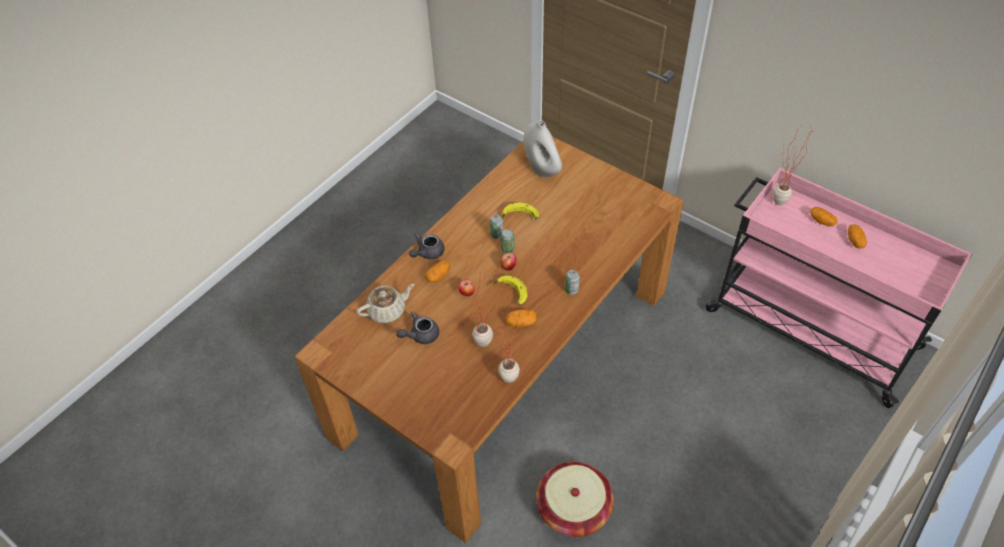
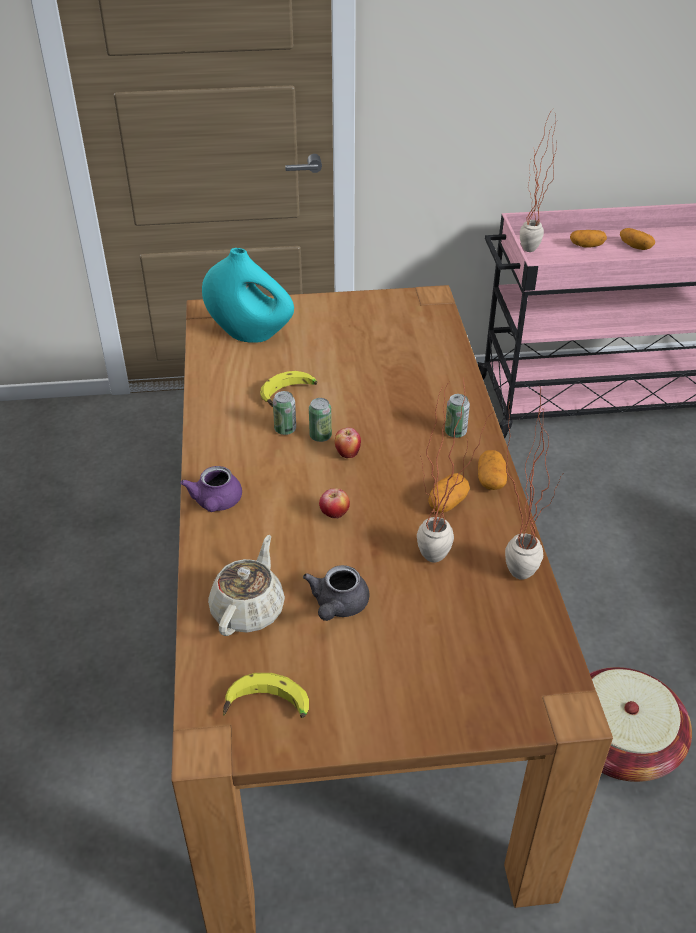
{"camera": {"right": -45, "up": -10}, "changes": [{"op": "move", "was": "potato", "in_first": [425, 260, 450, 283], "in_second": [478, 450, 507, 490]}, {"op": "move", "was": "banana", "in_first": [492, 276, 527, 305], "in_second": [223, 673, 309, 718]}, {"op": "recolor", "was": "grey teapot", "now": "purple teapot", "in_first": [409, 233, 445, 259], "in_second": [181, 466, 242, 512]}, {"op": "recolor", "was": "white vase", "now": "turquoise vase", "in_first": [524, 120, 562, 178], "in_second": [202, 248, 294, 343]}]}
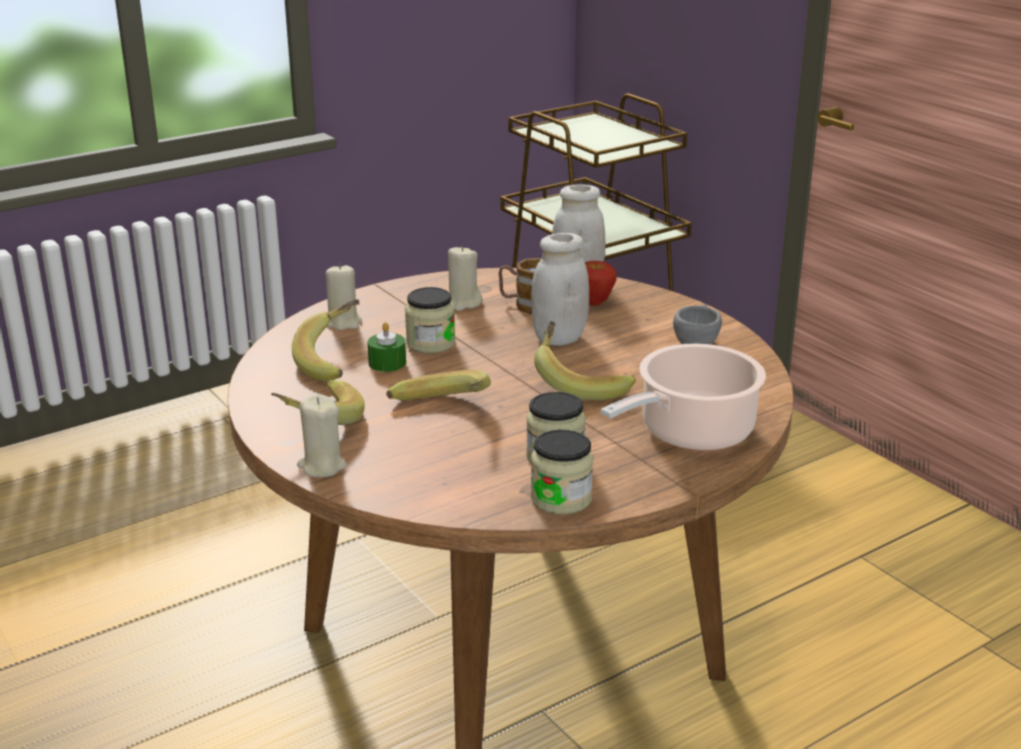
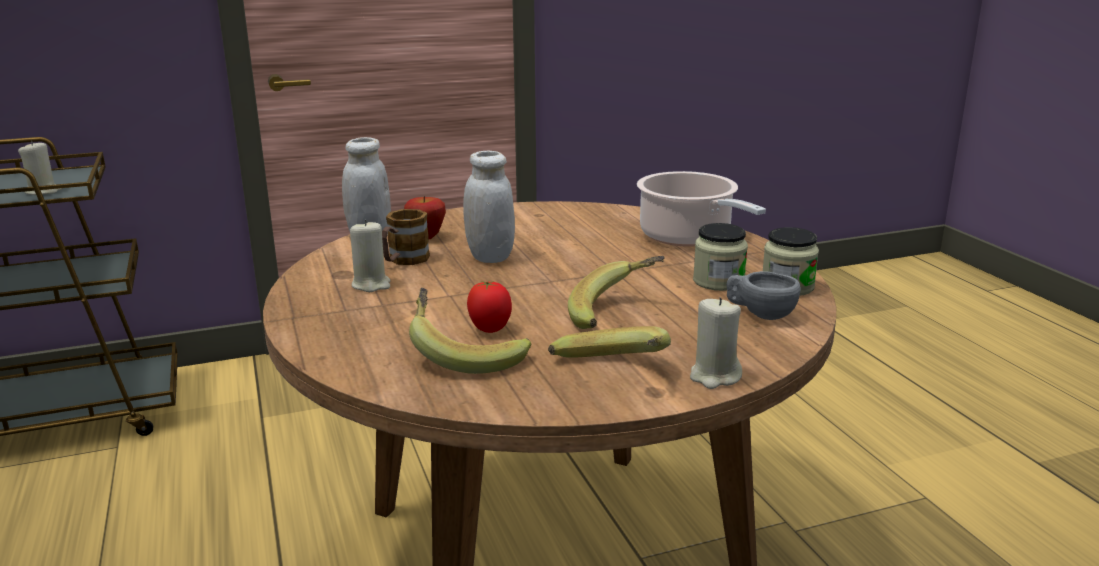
{"camera": {"right": -75, "up": -5}, "changes": [{"op": "delete", "was": "jar", "in_first": [405, 287, 455, 354]}, {"op": "delete", "was": "banana", "in_first": [534, 321, 636, 400]}, {"op": "move", "was": "beige candle", "in_first": [326, 264, 362, 330], "in_second": [18, 141, 62, 195]}, {"op": "move", "was": "grey cup", "in_first": [673, 304, 722, 344], "in_second": [727, 271, 801, 320]}, {"op": "replace", "was": "green candle", "now": "tomato", "in_first": [367, 322, 406, 372], "in_second": [467, 281, 512, 333]}]}
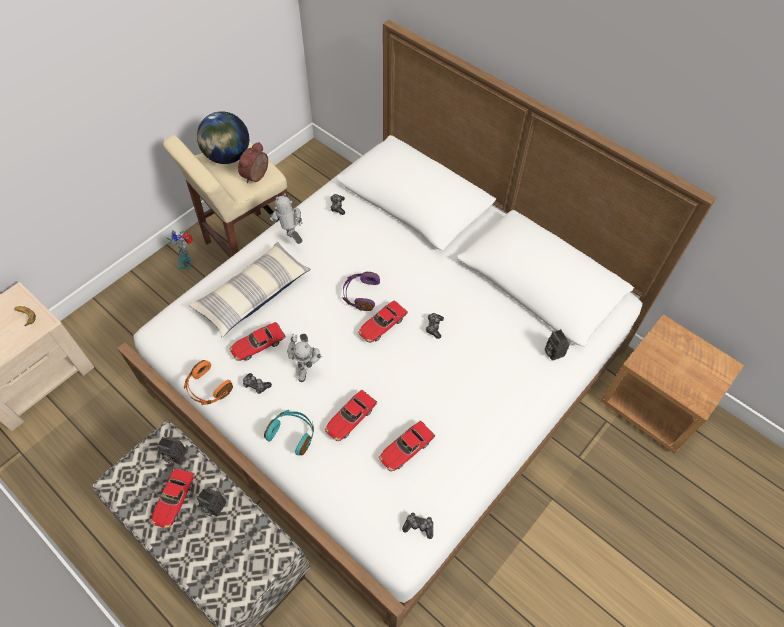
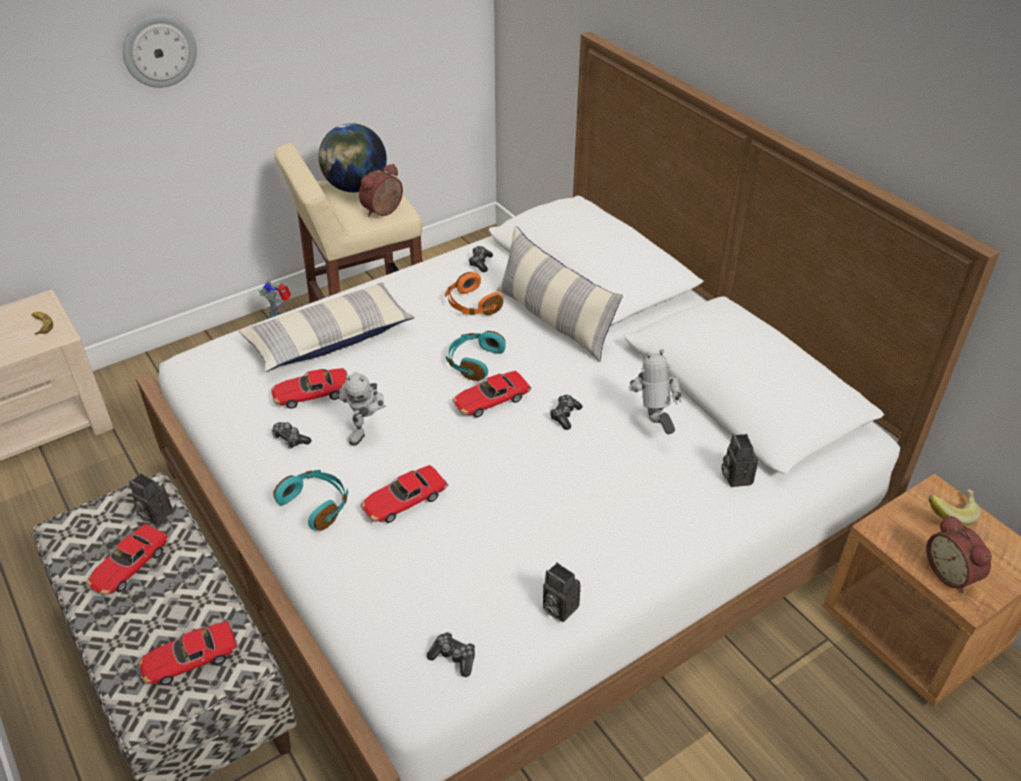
{"camera": {"right": 15, "up": -15}, "changes": [{"op": "insert", "now": "wall clock", "in_second": [123, 14, 197, 88]}, {"op": "insert", "now": "pillow", "in_second": [497, 226, 623, 362]}, {"op": "insert", "now": "alarm clock", "in_second": [926, 515, 992, 593]}, {"op": "insert", "now": "banana", "in_second": [929, 490, 981, 526]}, {"op": "move", "was": "orange headphones", "in_first": [184, 360, 233, 405], "in_second": [445, 272, 503, 315]}, {"op": "move", "was": "photo camera", "in_first": [196, 488, 226, 516], "in_second": [543, 563, 581, 622]}, {"op": "move", "was": "toy robot", "in_first": [270, 193, 302, 244], "in_second": [628, 349, 682, 434]}, {"op": "move", "was": "toy car", "in_first": [379, 421, 435, 472], "in_second": [139, 621, 239, 685]}, {"op": "recolor", "was": "purple headphones", "now": "turquoise headphones", "in_first": [343, 272, 380, 311], "in_second": [446, 331, 506, 381]}]}
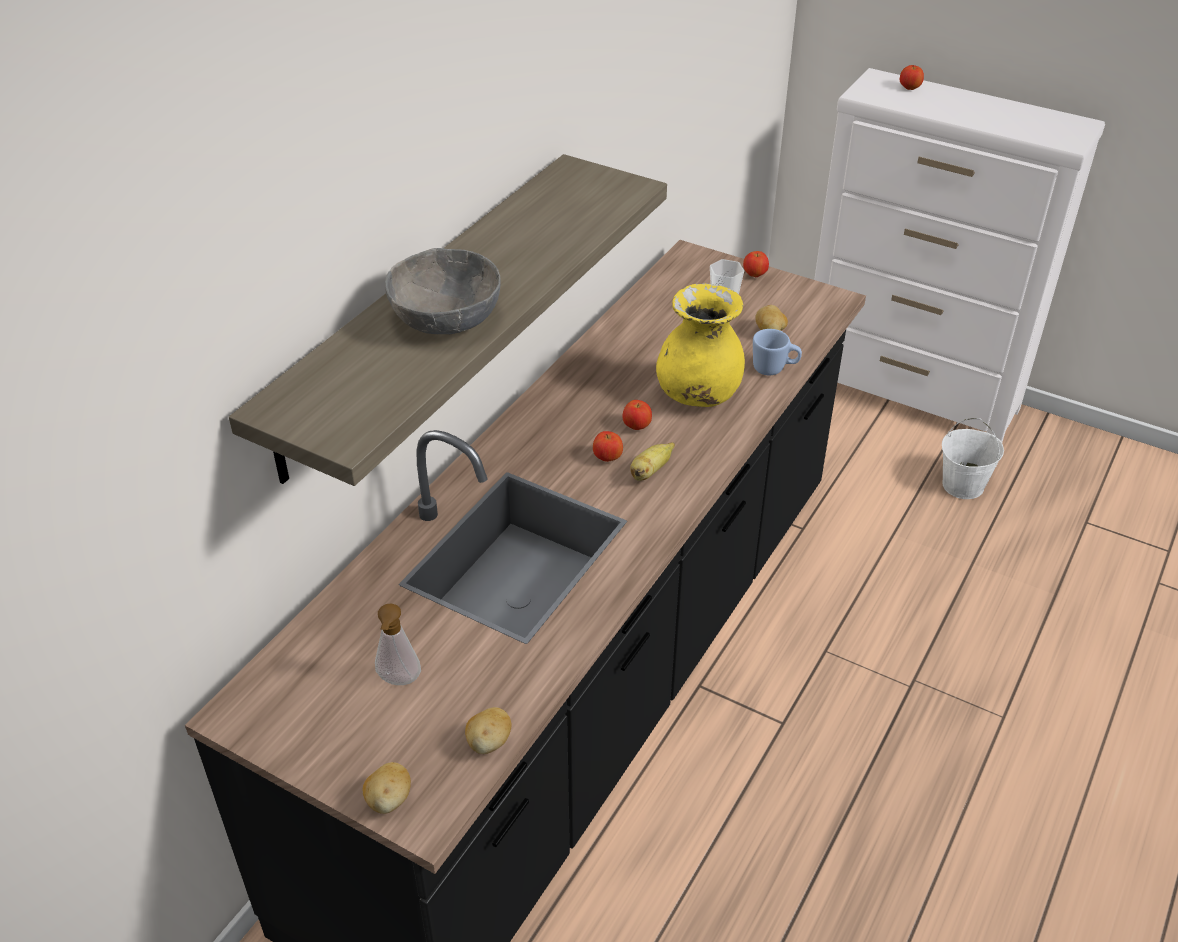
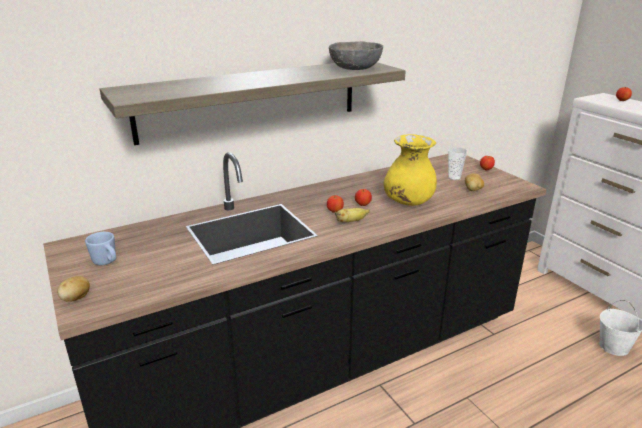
{"camera": {"right": 30, "up": -15}, "changes": [{"op": "delete", "was": "soap dispenser", "in_first": [375, 603, 421, 685]}, {"op": "delete", "was": "potato", "in_first": [465, 707, 512, 754]}, {"op": "move", "was": "grey bowl", "in_first": [385, 248, 501, 334], "in_second": [329, 41, 383, 70]}, {"op": "move", "was": "blue mug", "in_first": [753, 329, 802, 375], "in_second": [85, 232, 116, 265]}]}
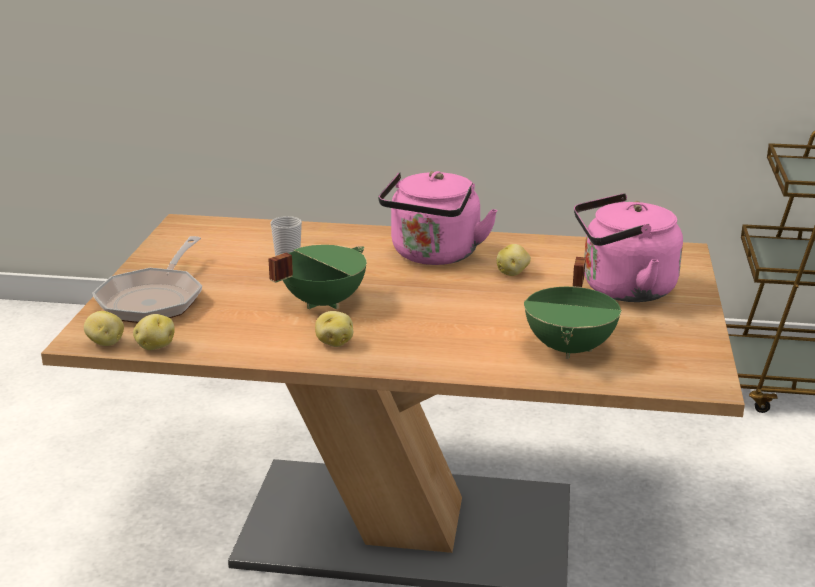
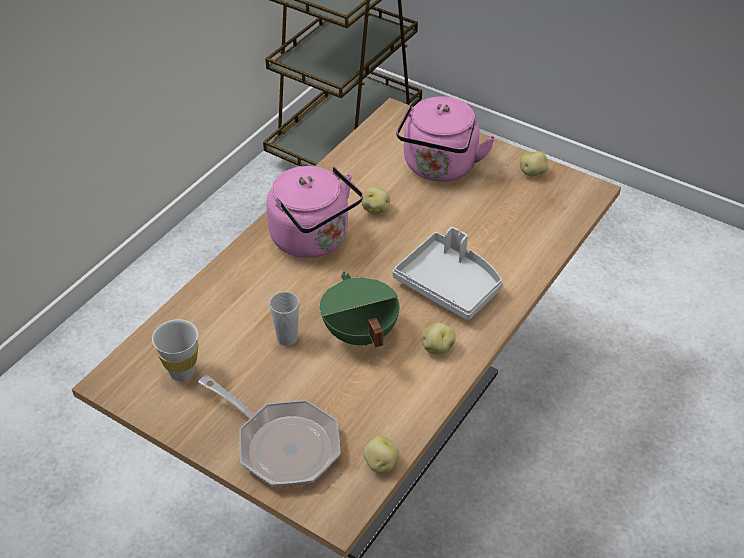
{"camera": {"right": -65, "up": 20}, "changes": [{"op": "delete", "was": "green cooking pot", "in_first": [524, 257, 622, 359]}, {"op": "insert", "now": "white cup", "in_second": [152, 319, 198, 381]}, {"op": "insert", "now": "grey tray", "in_second": [392, 227, 503, 320]}, {"op": "move", "was": "potato", "in_first": [84, 311, 124, 346], "in_second": [520, 151, 549, 176]}]}
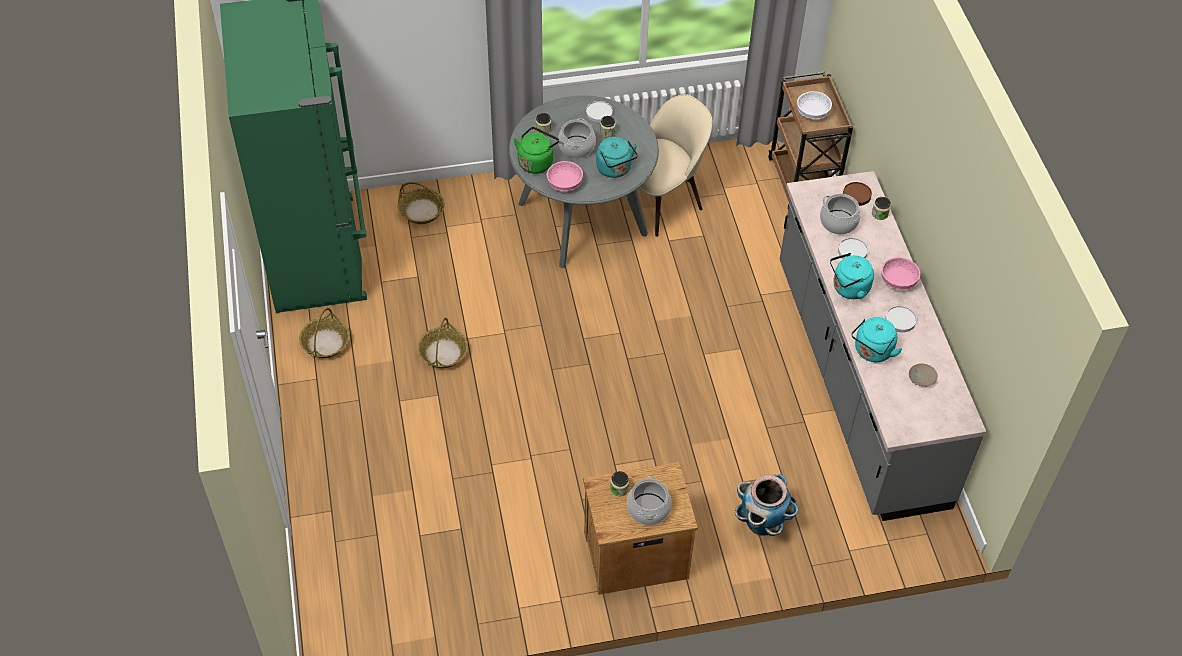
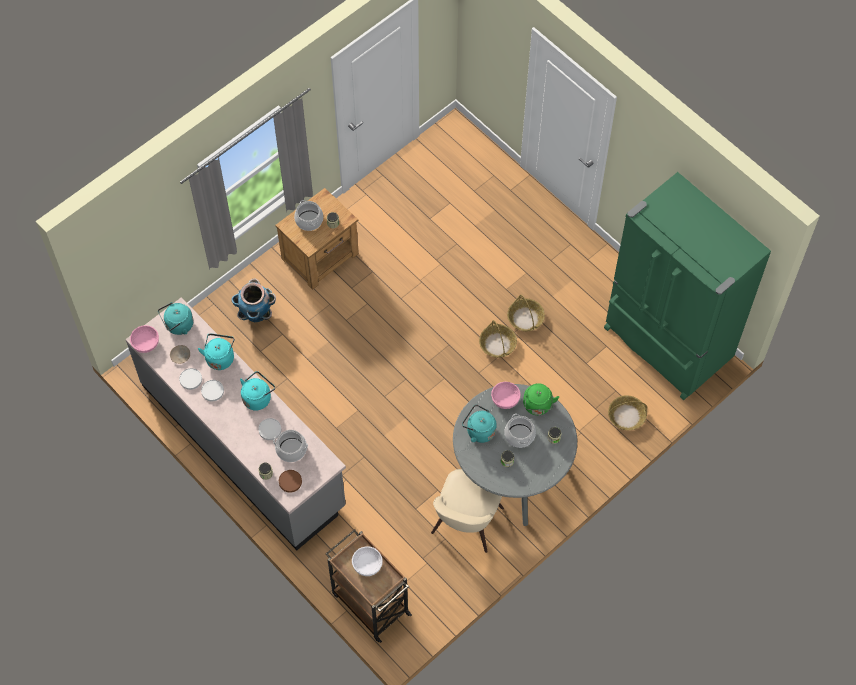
{"camera": {"right": 150, "up": 10}, "changes": [{"op": "insert", "now": "turquoise kettle", "in_second": [158, 302, 193, 335]}, {"op": "move", "was": "basket", "in_first": [299, 308, 350, 358], "in_second": [479, 320, 517, 358]}, {"op": "move", "was": "white plate", "in_first": [586, 101, 613, 123], "in_second": [179, 368, 202, 390]}, {"op": "move", "was": "pink bowl", "in_first": [881, 257, 921, 290], "in_second": [130, 325, 159, 353]}]}
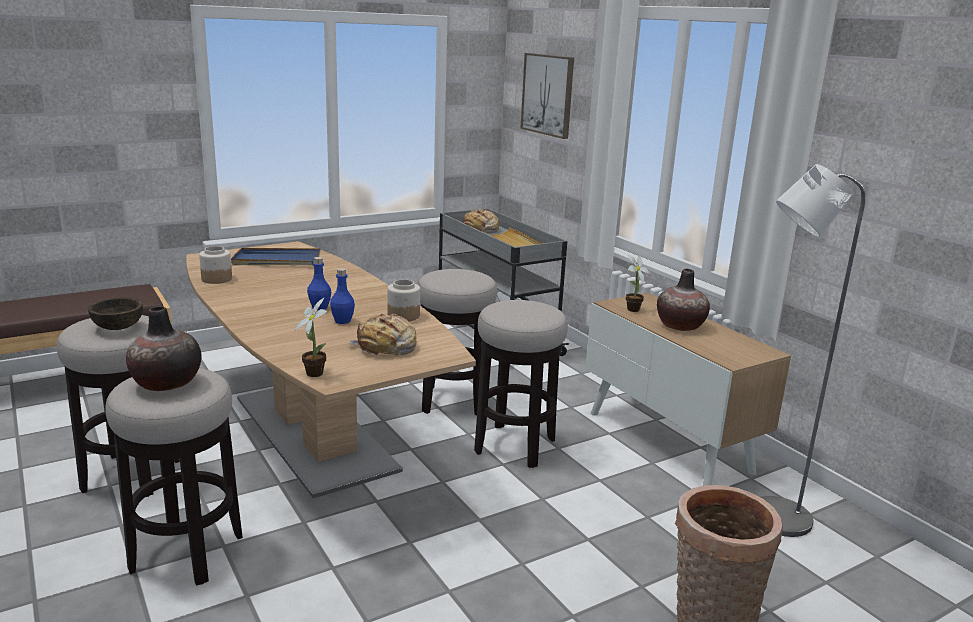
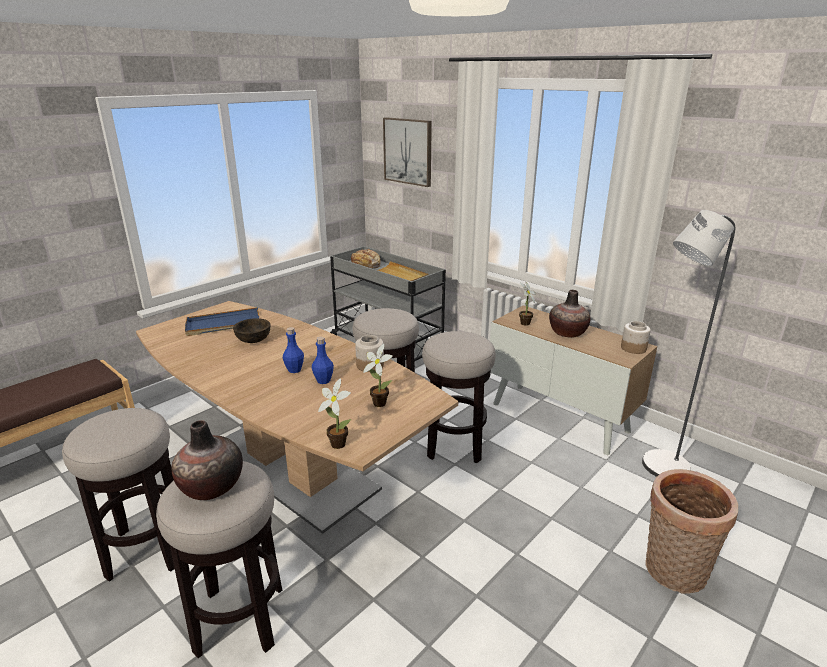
{"camera": {"right": -15, "up": 5}, "changes": [{"op": "move", "was": "brown bowl", "in_first": [88, 298, 143, 330], "in_second": [233, 318, 270, 343]}, {"op": "move", "was": "jar", "in_first": [199, 246, 232, 284], "in_second": [621, 321, 651, 354]}, {"op": "replace", "was": "bread", "now": "potted plant", "in_first": [348, 313, 416, 356], "in_second": [363, 344, 393, 407]}]}
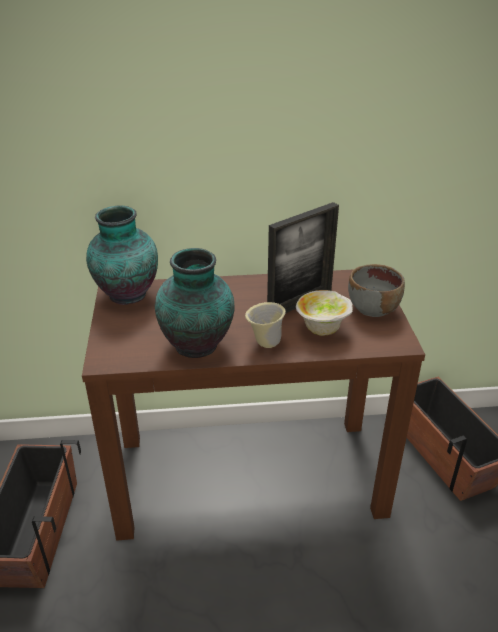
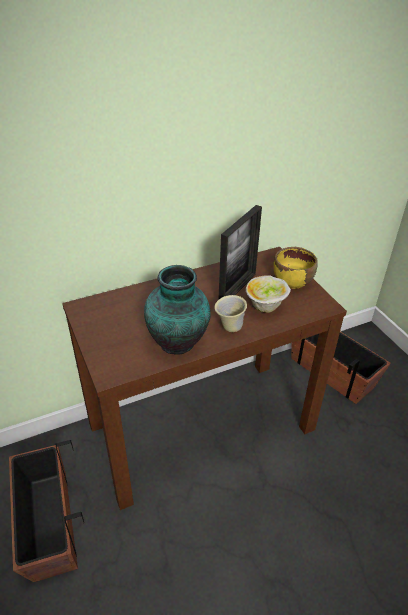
{"camera": {"right": -20, "up": 5}, "changes": [{"op": "delete", "was": "vase", "in_first": [86, 205, 158, 305]}, {"op": "recolor", "was": "grey bowl", "now": "yellow bowl", "in_first": [348, 264, 405, 317], "in_second": [274, 247, 318, 289]}]}
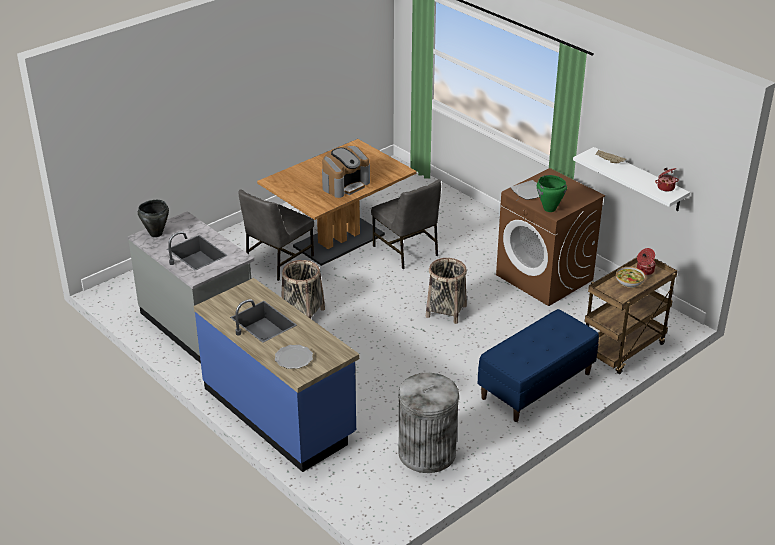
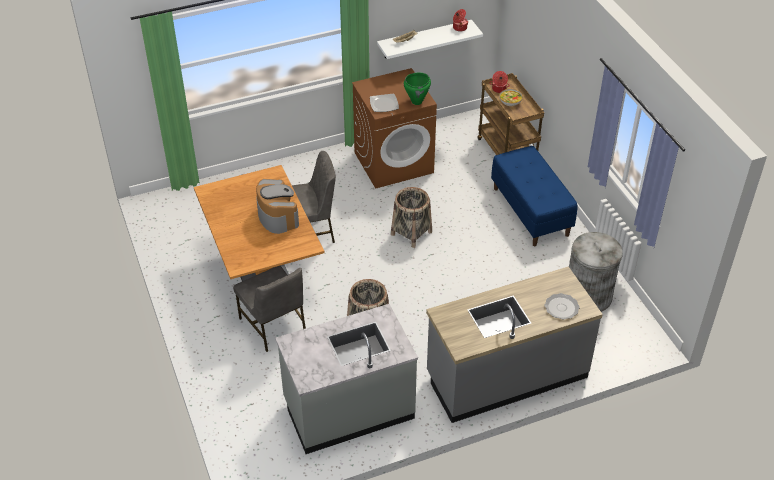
{"camera": {"right": -70, "up": 10}, "changes": [{"op": "delete", "was": "black cooking pot", "in_first": [138, 200, 169, 237]}, {"op": "recolor", "was": "blue counter", "now": "grey counter", "in_first": [194, 278, 360, 472], "in_second": [426, 266, 603, 423]}]}
